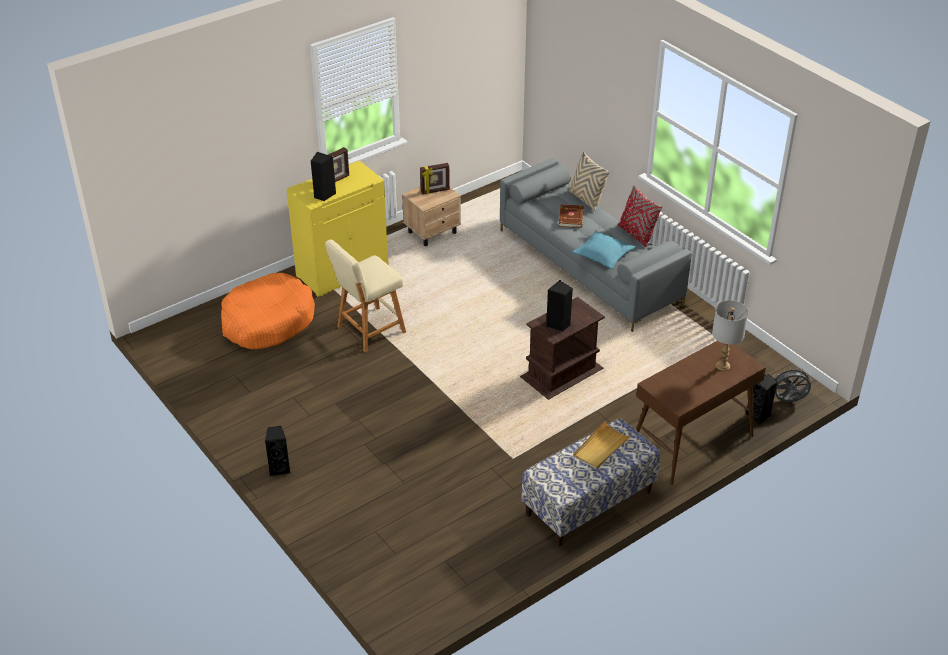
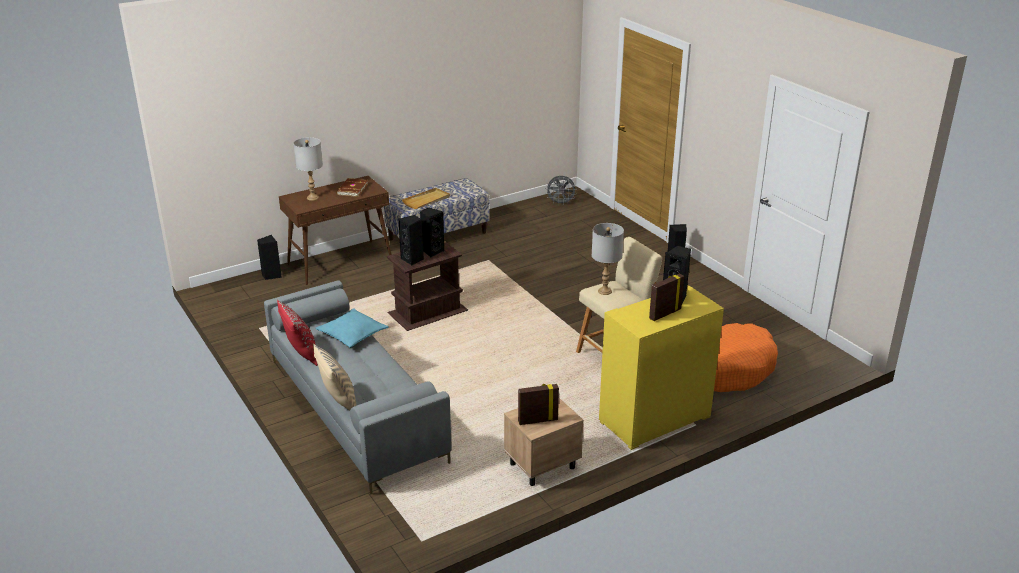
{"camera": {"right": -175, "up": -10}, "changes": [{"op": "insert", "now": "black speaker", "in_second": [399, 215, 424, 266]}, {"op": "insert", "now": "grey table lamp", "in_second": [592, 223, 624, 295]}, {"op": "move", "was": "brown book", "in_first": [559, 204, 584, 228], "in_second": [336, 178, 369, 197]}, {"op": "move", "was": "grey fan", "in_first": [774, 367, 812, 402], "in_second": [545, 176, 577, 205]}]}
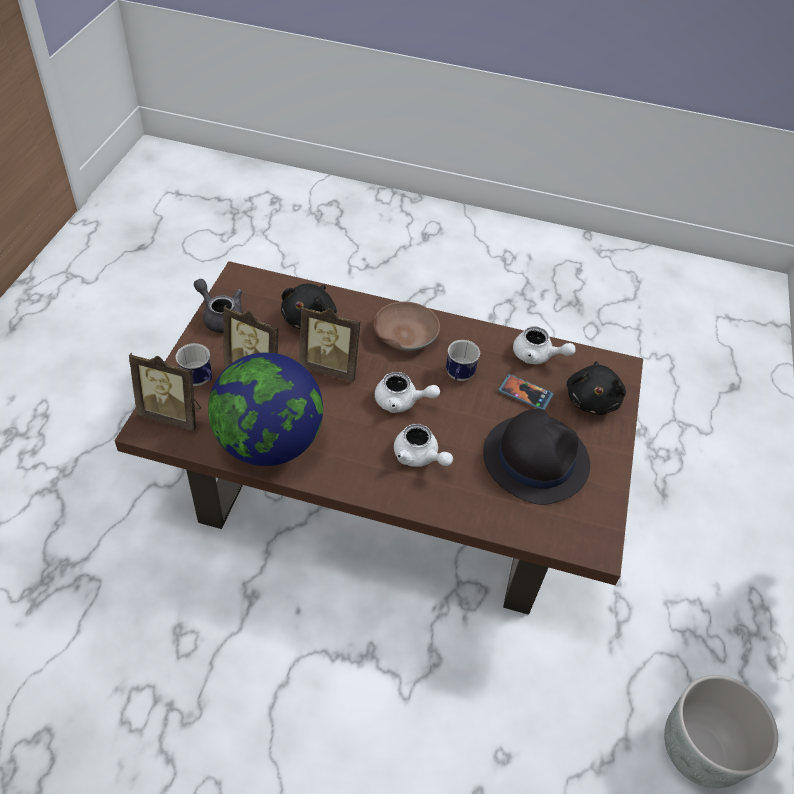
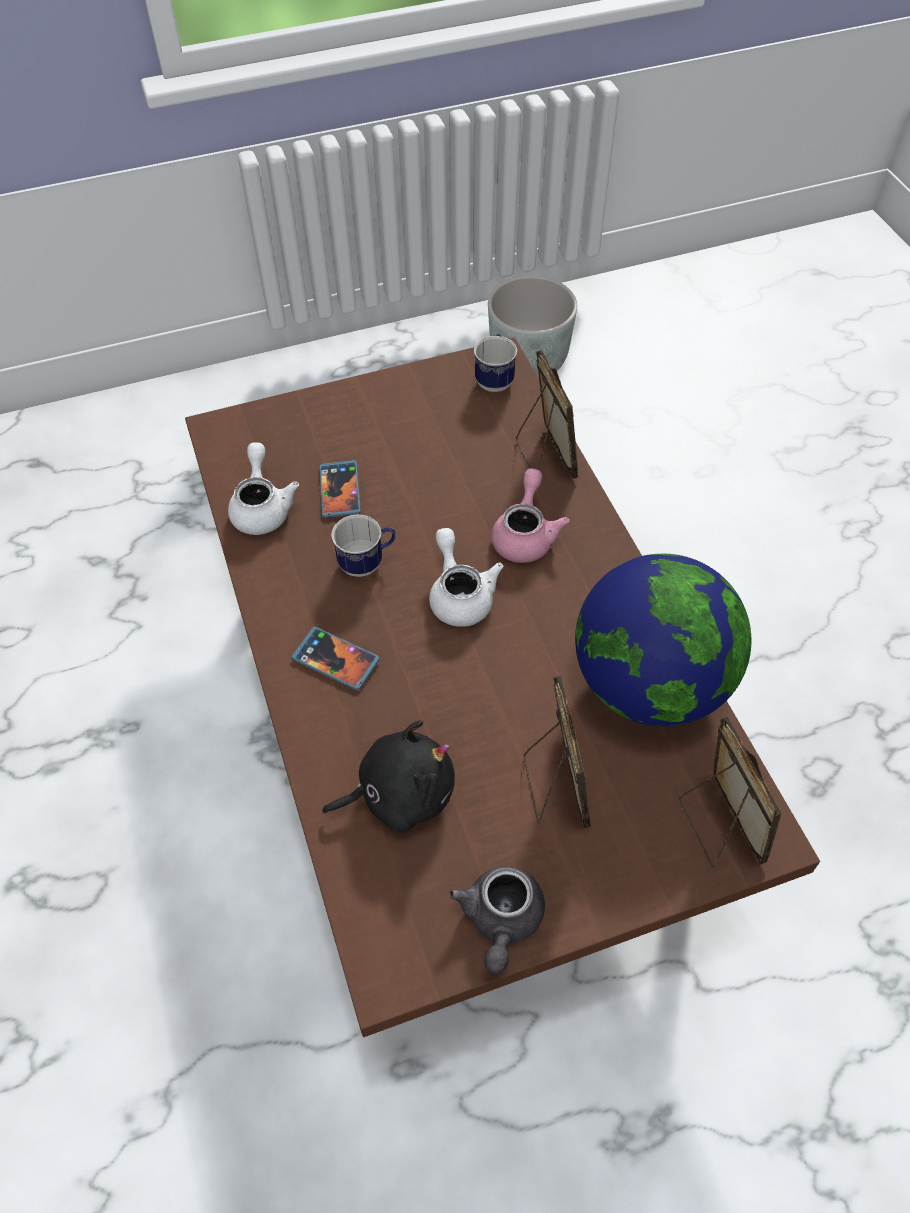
{"camera": {"right": -120, "up": 5}, "changes": [{"op": "delete", "was": "black hat", "in_first": [483, 409, 590, 505]}, {"op": "delete", "was": "black plush toy", "in_first": [567, 361, 626, 415]}, {"op": "move", "was": "mug", "in_first": [175, 343, 212, 386], "in_second": [474, 334, 517, 392]}, {"op": "move", "was": "picture frame", "in_first": [299, 306, 360, 382], "in_second": [516, 350, 578, 479]}, {"op": "replace", "was": "brown bowl", "now": "phone", "in_first": [373, 302, 440, 351], "in_second": [292, 627, 380, 690]}, {"op": "recolor", "was": "white teapot", "now": "pink teapot", "in_first": [394, 424, 453, 467], "in_second": [491, 469, 569, 563]}]}
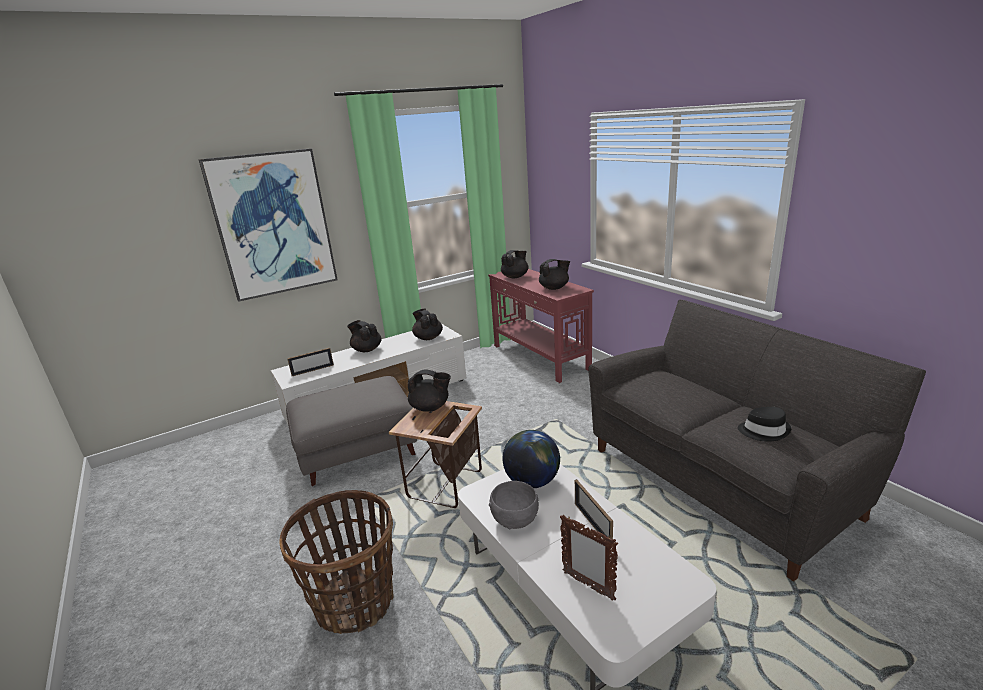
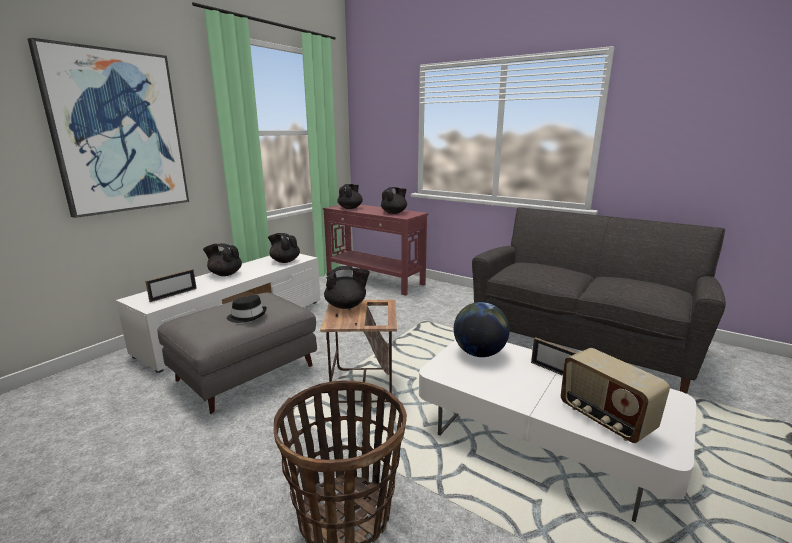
{"camera": {"right": -25, "up": -5}, "changes": [{"op": "delete", "was": "grey bowl", "in_first": [489, 481, 539, 529]}, {"op": "move", "was": "black hat", "in_first": [738, 407, 792, 442], "in_second": [227, 295, 267, 323]}, {"op": "replace", "was": "picture frame", "now": "radio", "in_first": [560, 515, 618, 601], "in_second": [561, 348, 670, 443]}]}
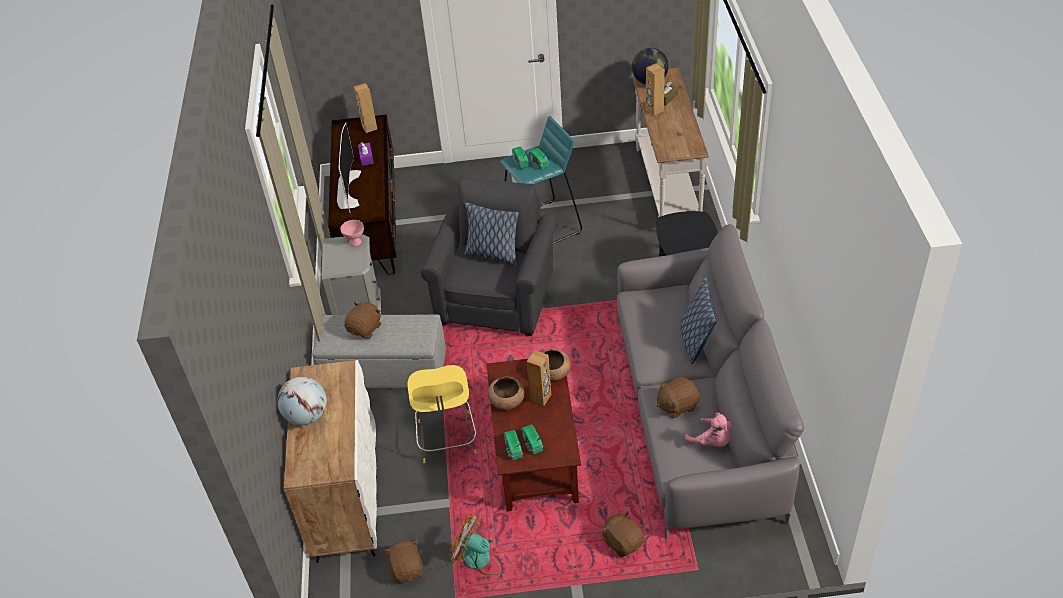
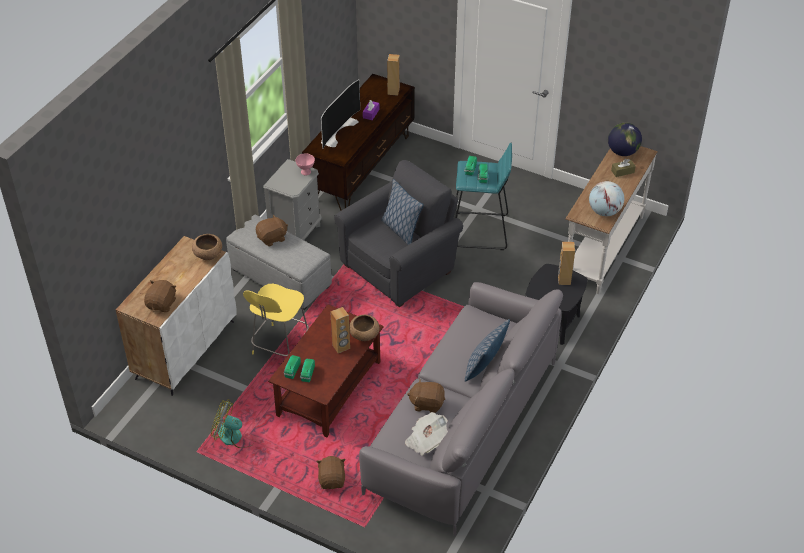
{"camera": {"right": 30, "up": 0}, "changes": [{"op": "move", "was": "globe", "in_first": [277, 377, 327, 425], "in_second": [589, 181, 624, 216]}, {"op": "move", "was": "brown plush toy", "in_first": [383, 540, 423, 583], "in_second": [144, 280, 177, 312]}, {"op": "move", "was": "brown bowl", "in_first": [488, 376, 525, 410], "in_second": [192, 234, 222, 260]}, {"op": "move", "was": "brown speaker", "in_first": [645, 63, 665, 116], "in_second": [558, 242, 575, 285]}, {"op": "replace", "was": "pink plush toy", "now": "newspaper", "in_first": [685, 412, 732, 447], "in_second": [405, 412, 448, 455]}, {"op": "rotate", "was": "fan", "in_first": [449, 513, 508, 575], "in_second": [211, 399, 252, 448], "clockwise": -45}]}
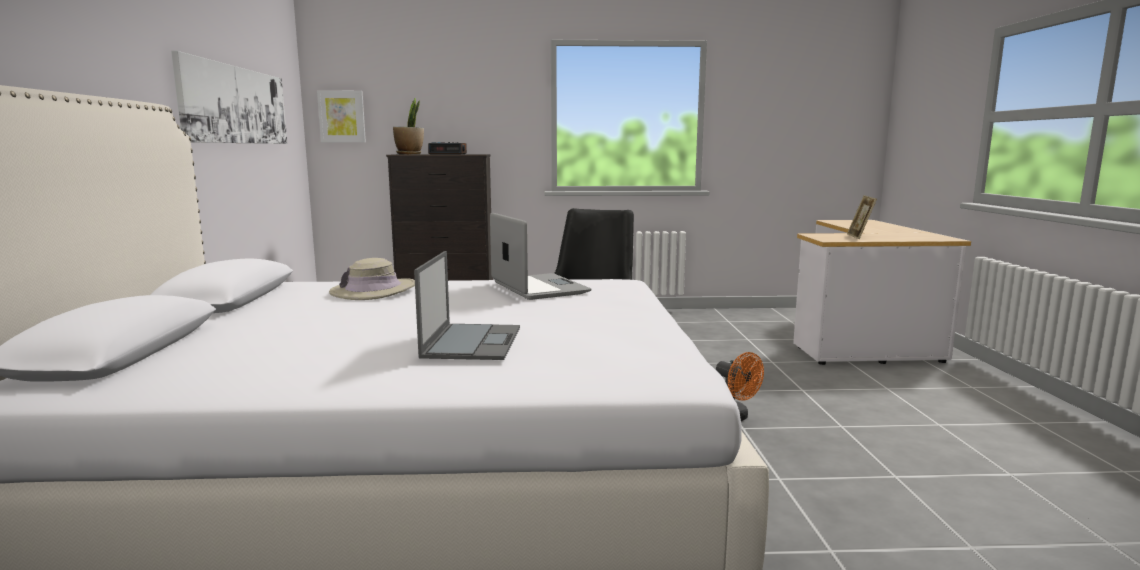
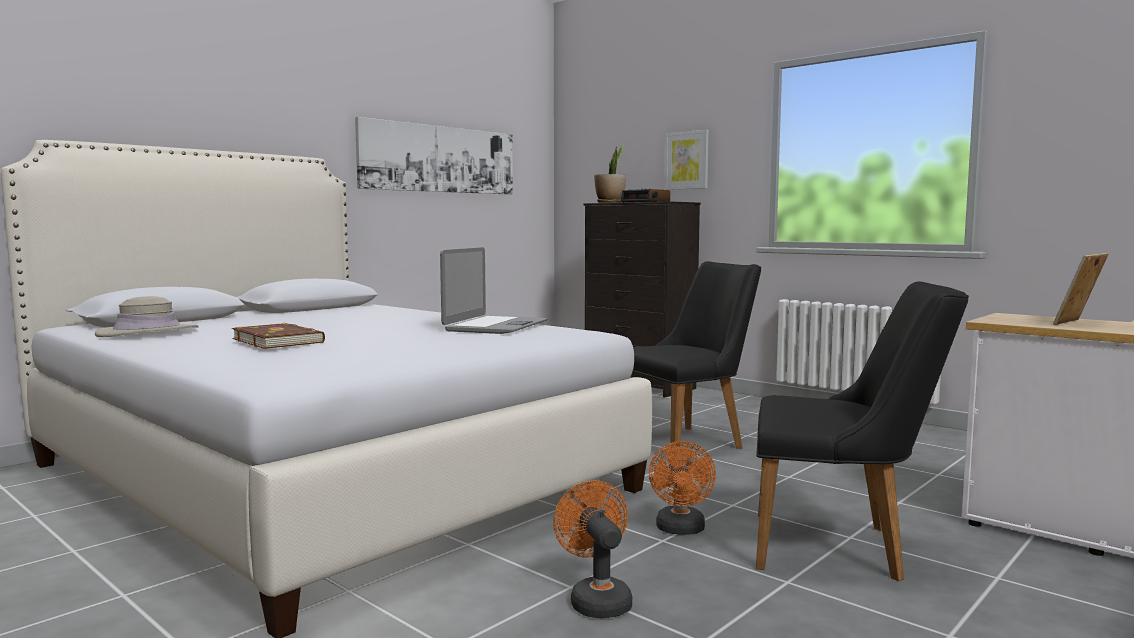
{"camera": {"right": 45, "up": -5}, "changes": [{"op": "insert", "now": "orange fan", "in_second": [553, 480, 632, 618]}, {"op": "insert", "now": "black chair", "in_second": [756, 282, 969, 581]}, {"op": "move", "was": "picture", "in_first": [317, 90, 366, 143], "in_second": [664, 130, 709, 190]}, {"op": "move", "was": "beige hat", "in_first": [329, 258, 415, 300], "in_second": [95, 296, 198, 337]}, {"op": "replace", "was": "laptop", "now": "brown book", "in_first": [414, 251, 520, 360], "in_second": [232, 323, 325, 349]}]}
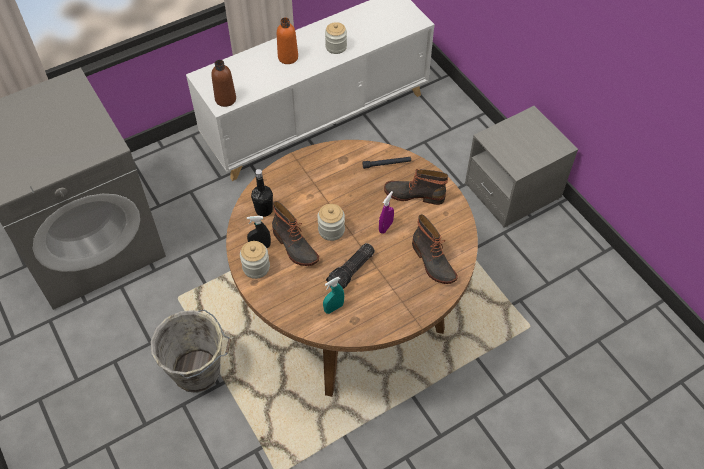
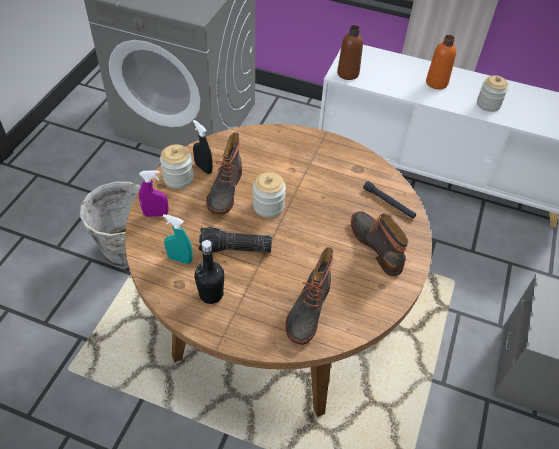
{"camera": {"right": 50, "up": -5}, "changes": [{"op": "move", "was": "black bottle", "in_first": [251, 169, 273, 217], "in_second": [194, 240, 225, 304]}, {"op": "move", "was": "purple spray bottle", "in_first": [379, 191, 394, 234], "in_second": [139, 170, 169, 217]}]}
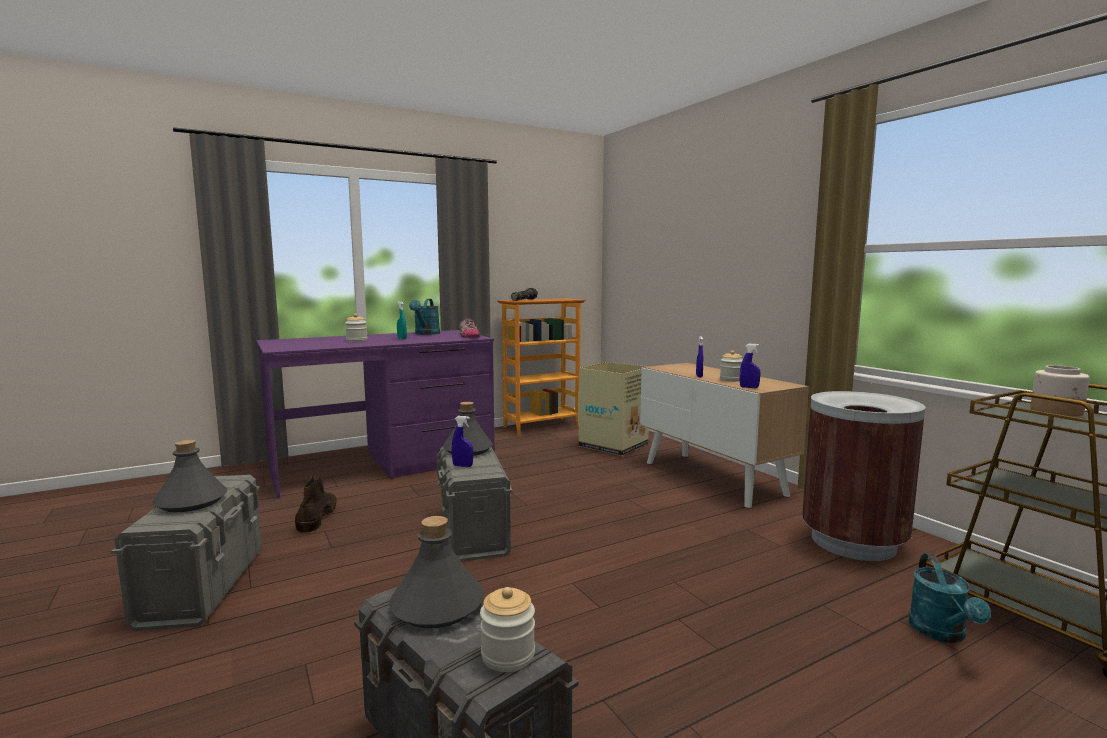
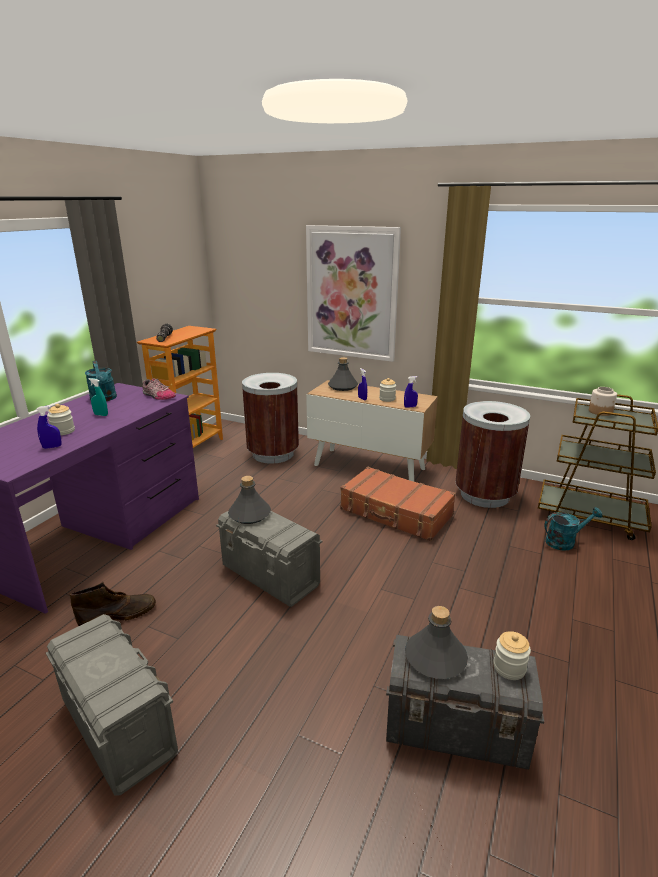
{"camera": {"right": -35, "up": 15}, "changes": [{"op": "insert", "now": "picture", "in_second": [306, 225, 401, 362]}, {"op": "insert", "now": "brown suitcase", "in_second": [340, 467, 456, 541]}, {"op": "move", "was": "grey bottle", "in_first": [152, 440, 227, 512], "in_second": [328, 357, 358, 391]}, {"op": "move", "was": "blue spray bottle", "in_first": [452, 416, 473, 467], "in_second": [36, 406, 62, 449]}, {"op": "replace", "was": "cardboard box", "now": "brown trash can", "in_first": [578, 362, 649, 456], "in_second": [242, 373, 299, 464]}, {"op": "rotate", "was": "brown boot", "in_first": [295, 475, 336, 533], "in_second": [70, 582, 156, 626], "clockwise": 105}, {"op": "rotate", "was": "turquoise watering can", "in_first": [909, 553, 991, 643], "in_second": [544, 507, 603, 551], "clockwise": -75}]}
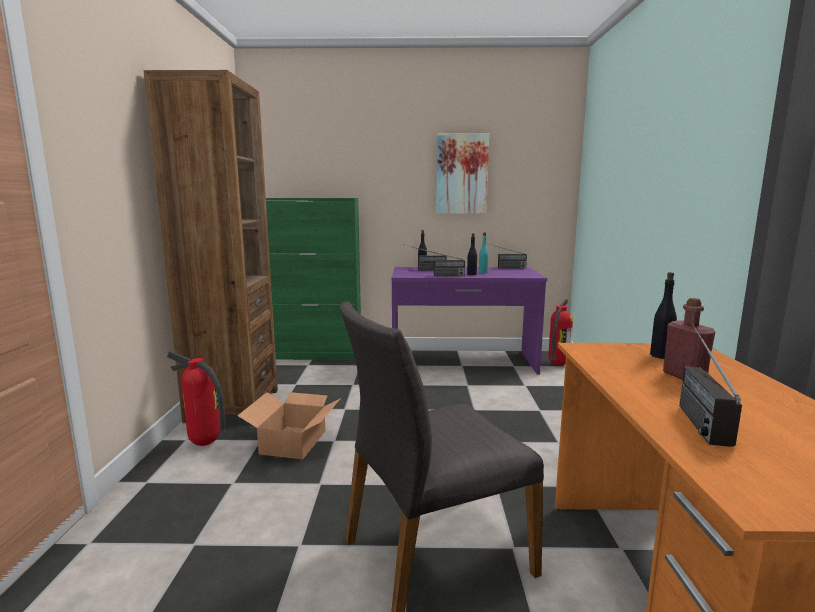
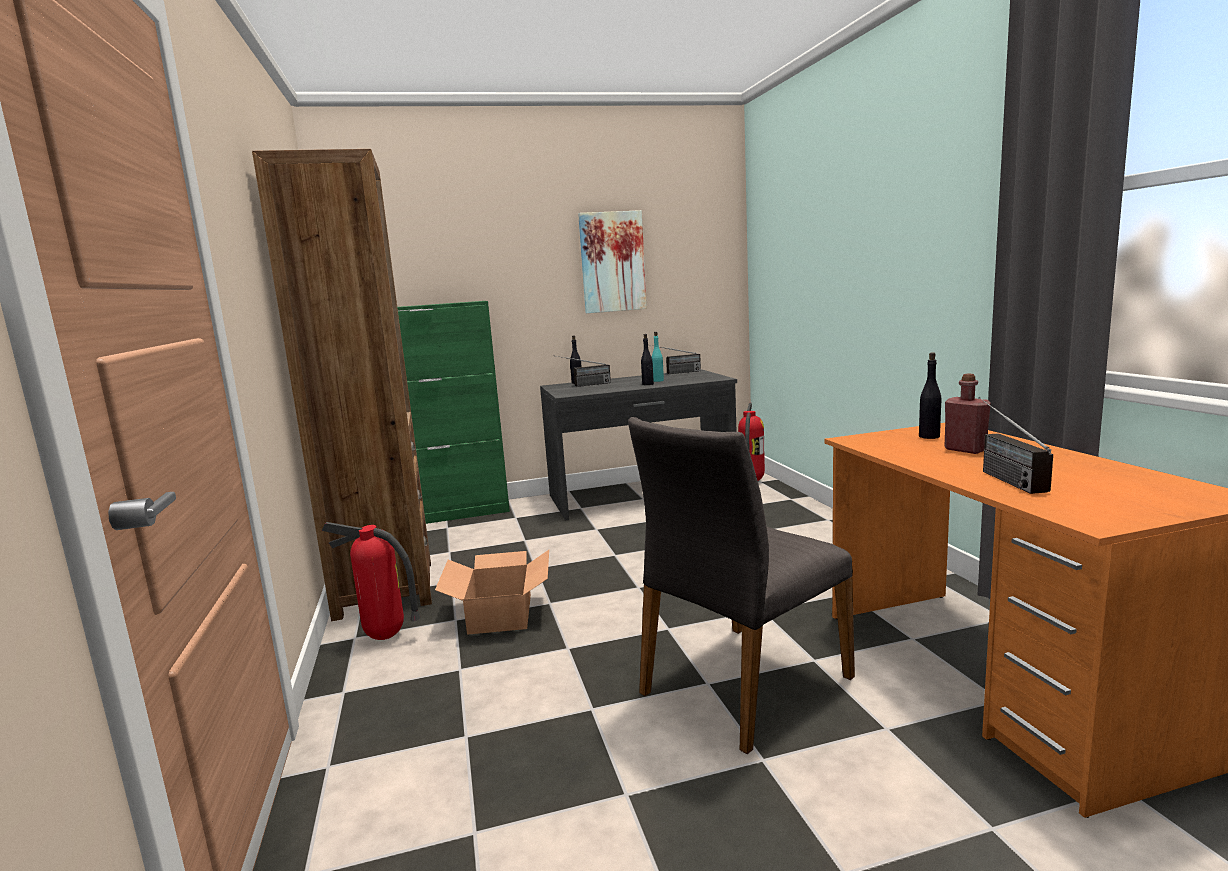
{"camera": {"right": -15, "up": 0}, "changes": [{"op": "delete", "was": "radio", "in_first": [419, 248, 465, 276]}, {"op": "recolor", "was": "purple desk", "now": "grey desk", "in_first": [391, 267, 547, 374], "in_second": [540, 369, 737, 520]}]}
